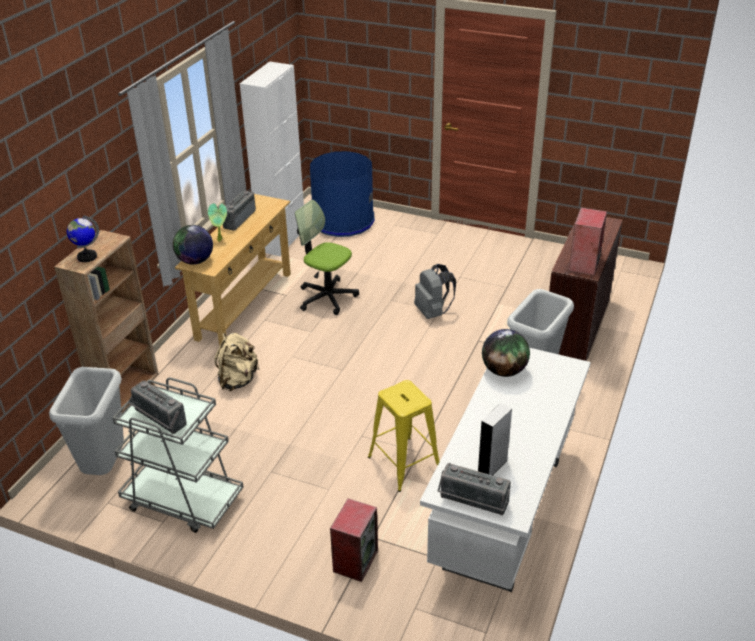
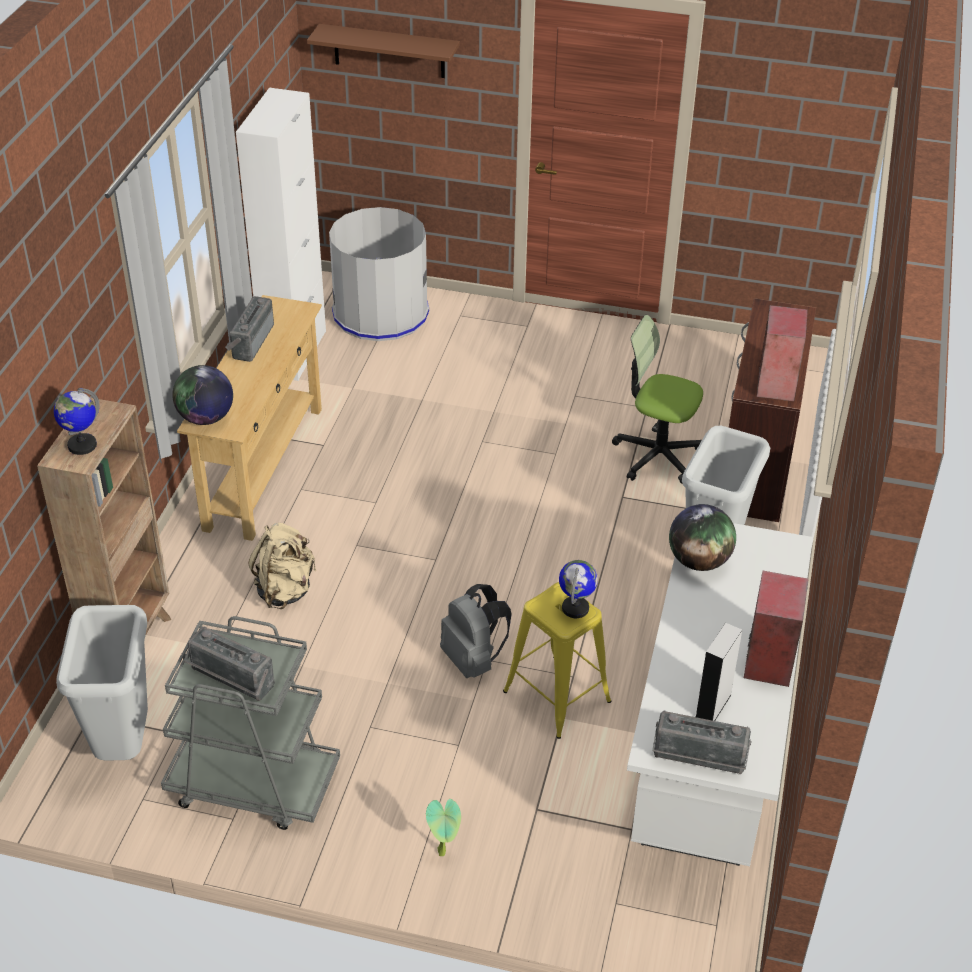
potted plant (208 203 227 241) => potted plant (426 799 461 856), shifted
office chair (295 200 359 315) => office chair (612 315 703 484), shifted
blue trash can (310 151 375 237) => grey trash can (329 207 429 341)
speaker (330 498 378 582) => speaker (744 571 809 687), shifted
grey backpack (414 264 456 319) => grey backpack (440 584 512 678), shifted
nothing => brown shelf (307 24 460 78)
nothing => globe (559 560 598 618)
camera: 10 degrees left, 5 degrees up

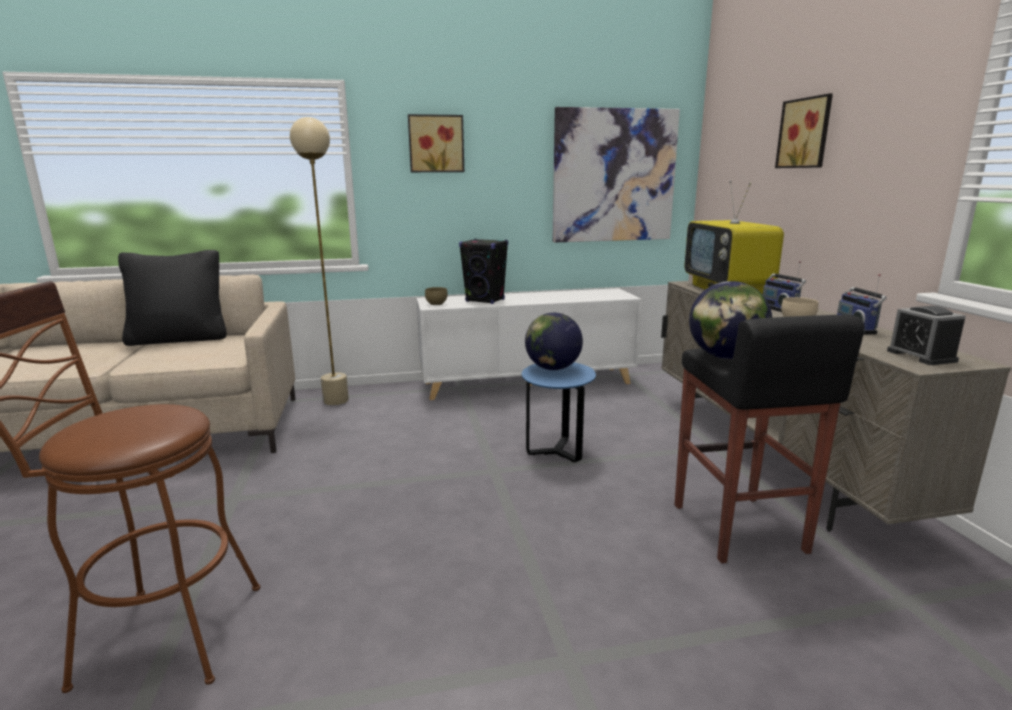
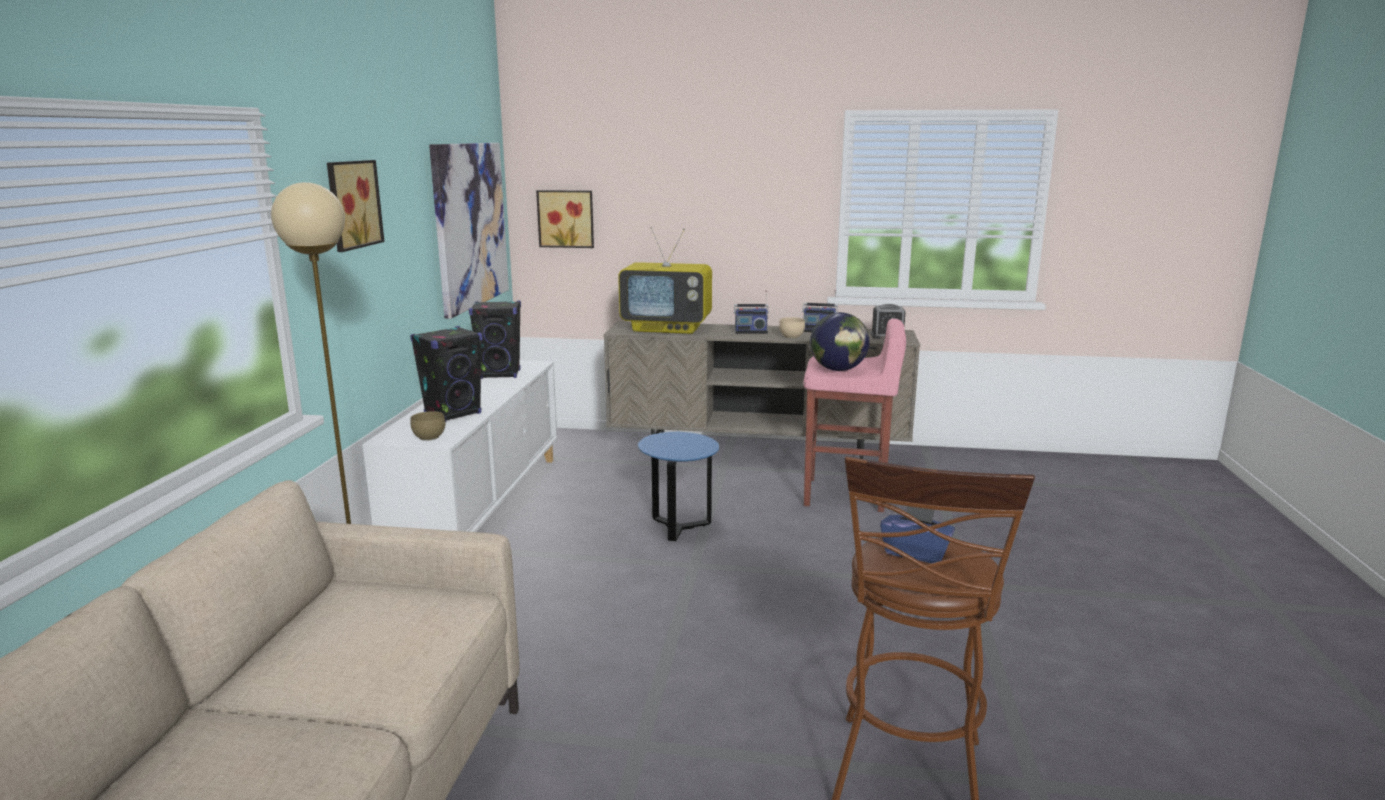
black pillow (118 250 227 346) => nothing
globe (525 312 583 370) => nothing
black stool (674 315 865 563) => pink stool (803 319 906 512)
picture (775 94 833 168) => picture (536 190 594 248), shifted
nothing => black speaker (469 301 521 379)
nothing => blue tissue box (880 506 955 563)
camera: 70 degrees left, 0 degrees up

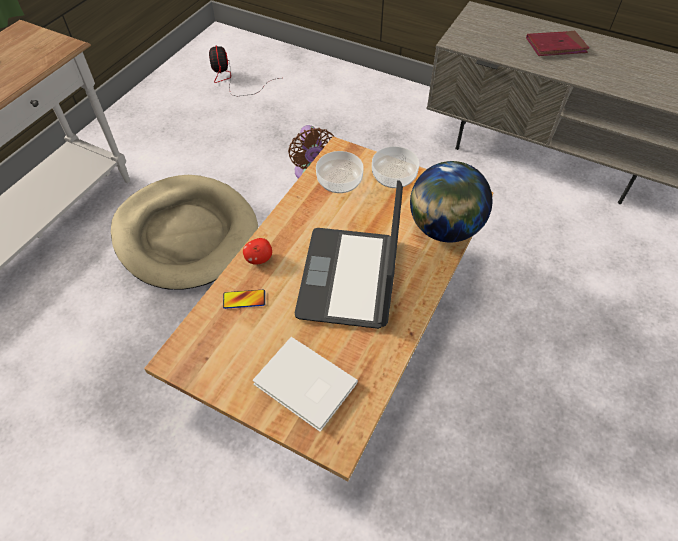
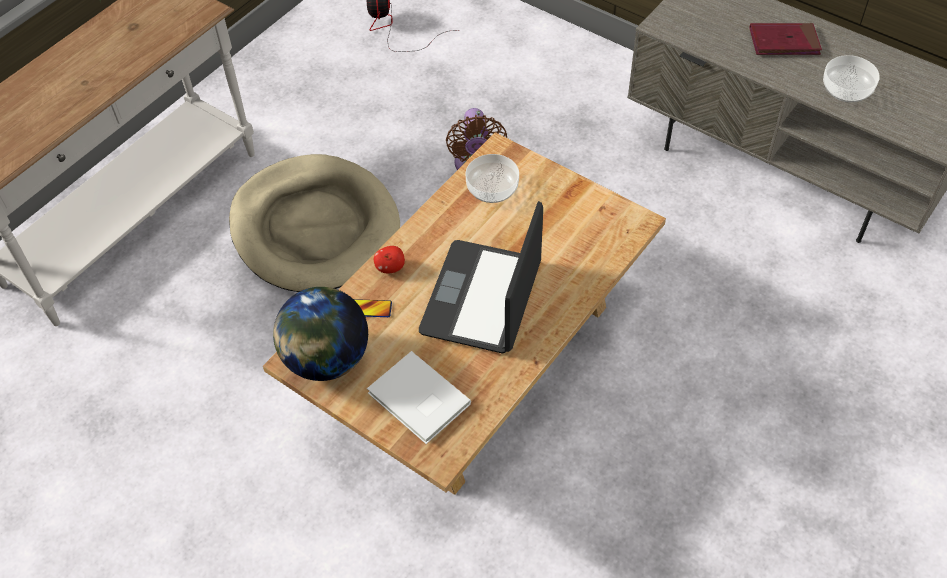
bowl (372 146 419 188) => bowl (823 55 880 102), shifted
globe (410 161 492 242) => globe (273 287 368 381), shifted
camera: 10 degrees right, 0 degrees up

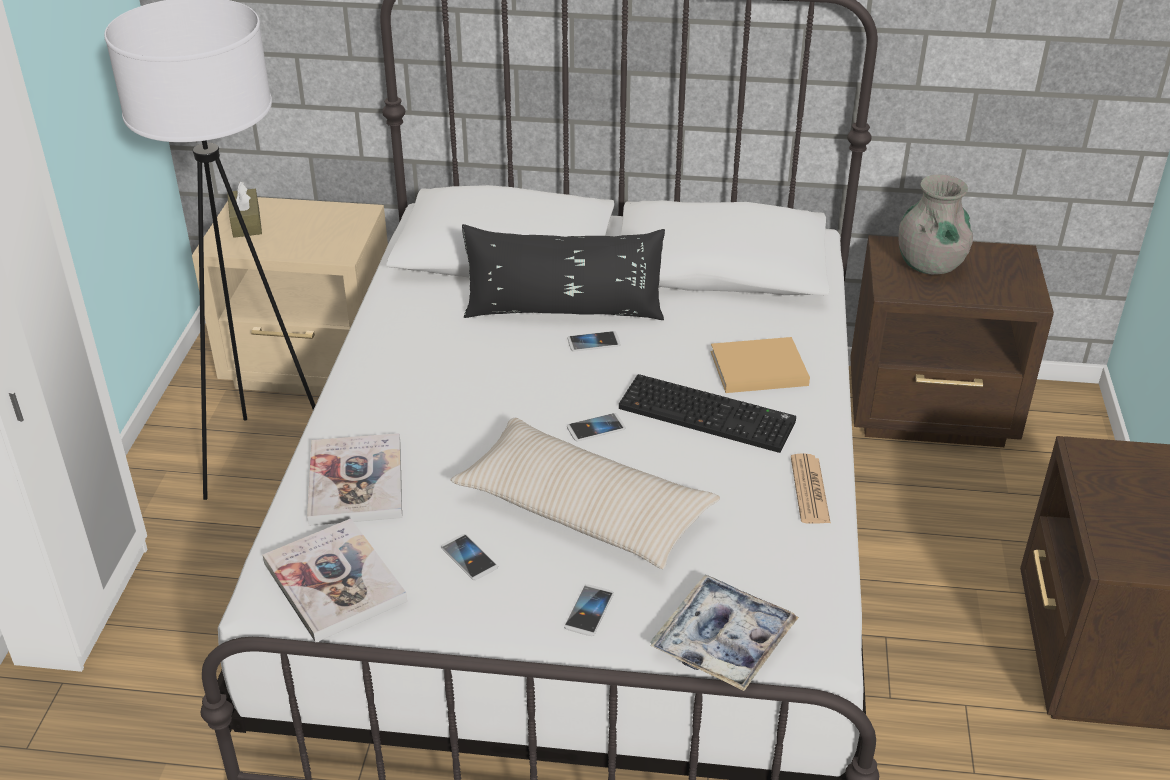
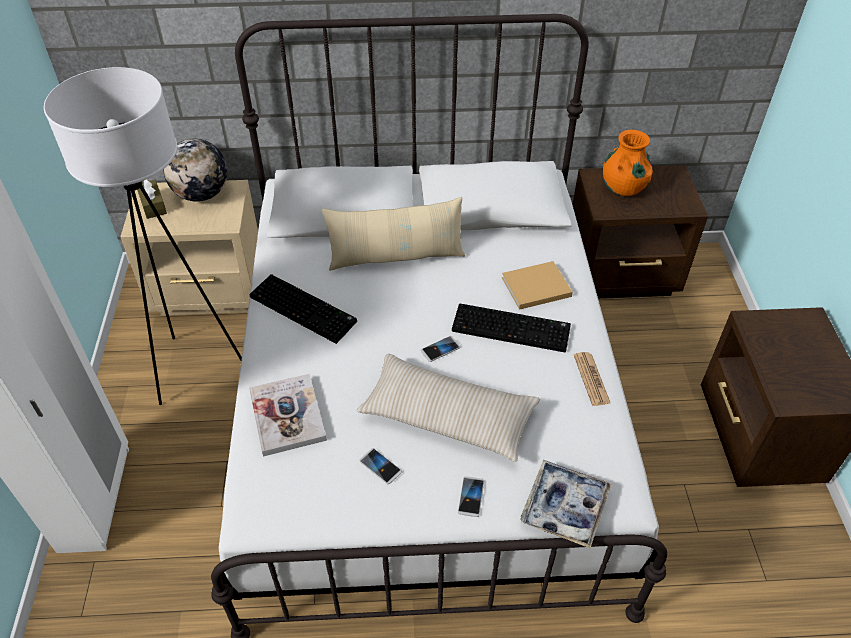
book (262 518 407 643) => nothing
black pillow (462 224 665 320) => beige pillow (322 197 465 271)
phone (567 331 621 351) => nothing
grey vase (898 174 973 275) => orange vase (603 130 653 196)
nothing => globe (163 139 227 202)
nothing => keyboard (249 274 357 344)
camera: 10 degrees left, 10 degrees up

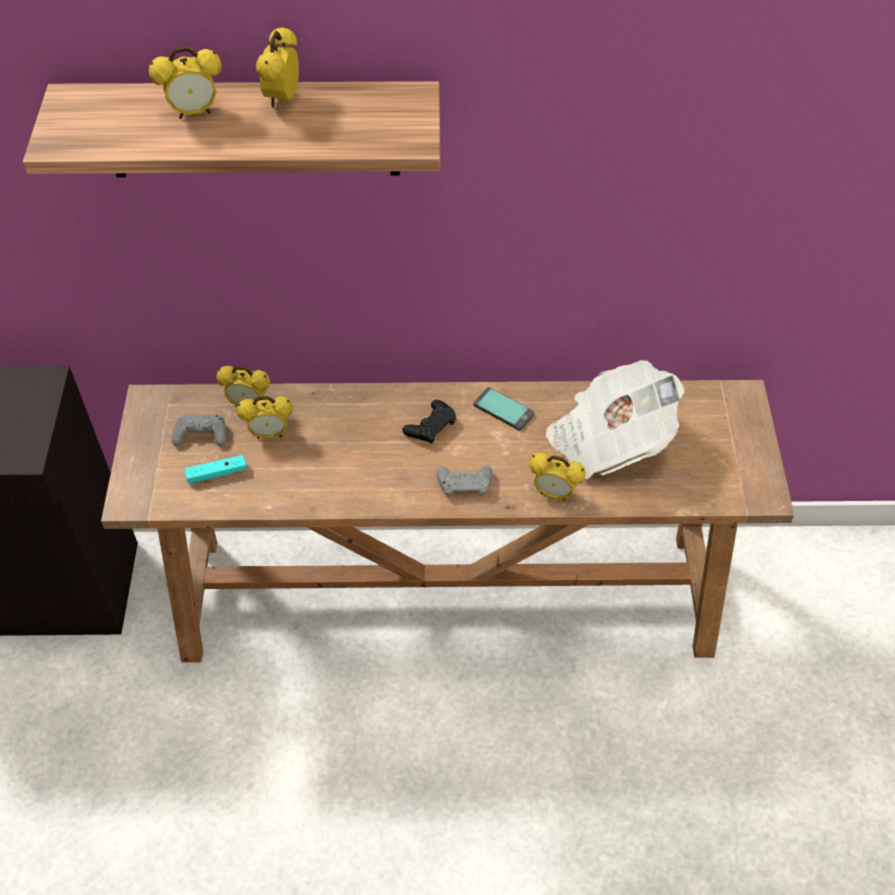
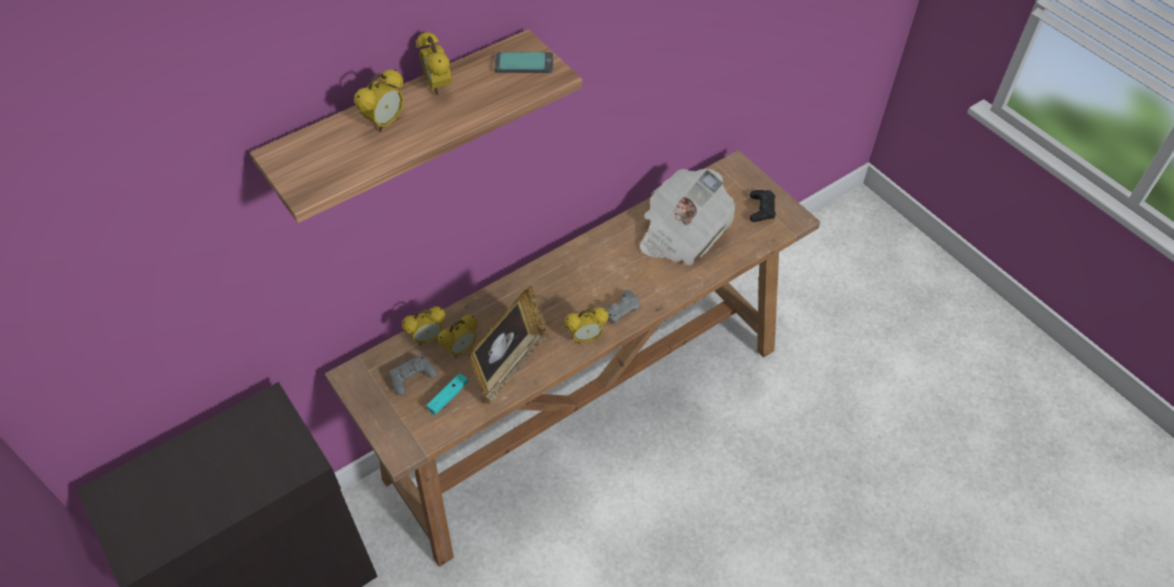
black game controller (402 400 456 444) => black game controller (750 190 776 222), shifted
phone (474 387 534 430) => phone (494 52 553 73), shifted
alarm clock (529 453 586 501) => alarm clock (565 307 609 343), shifted
nothing => picture frame (468 287 549 405)
camera: 35 degrees left, 0 degrees up

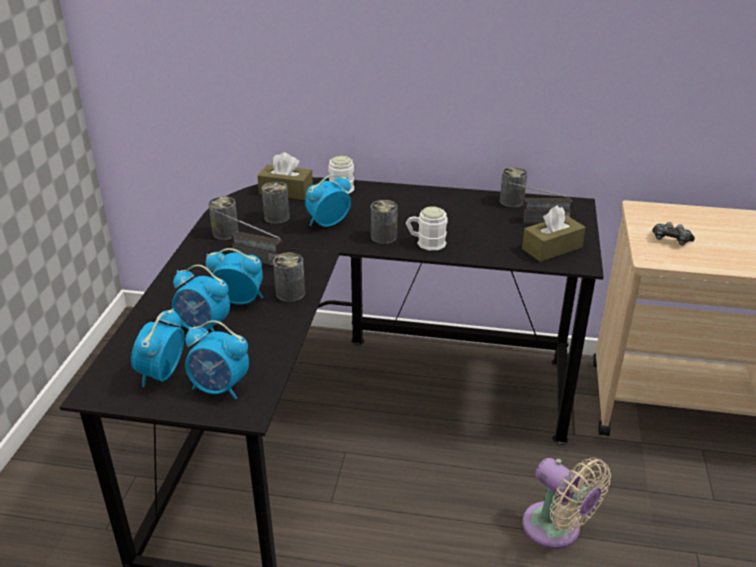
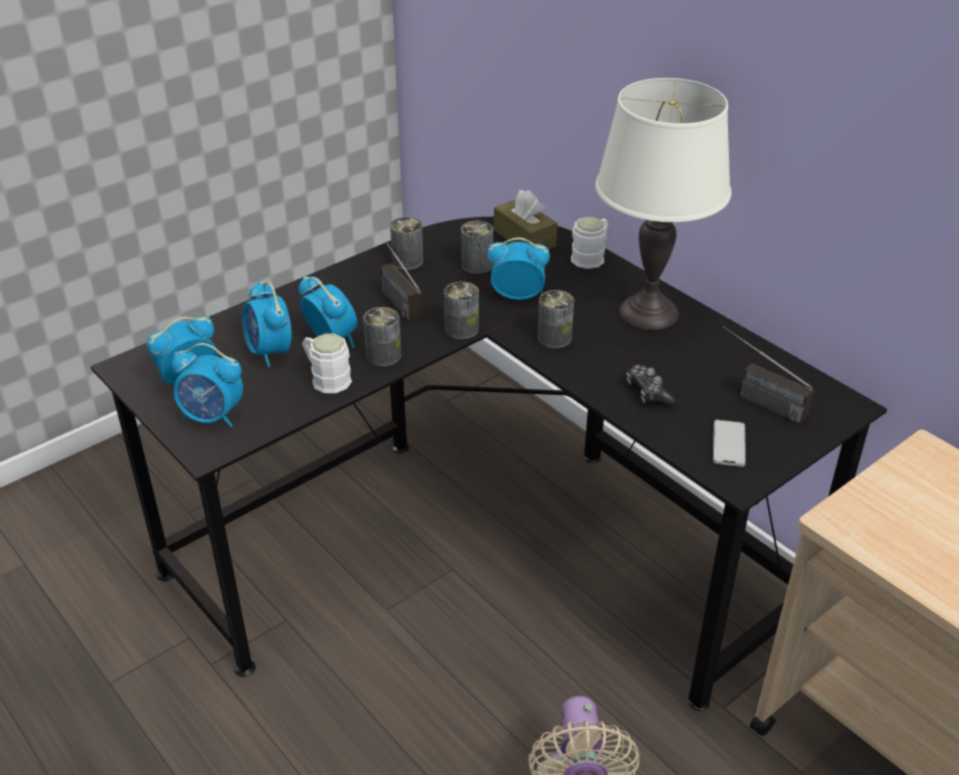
alarm clock (185 320 249 399) => alarm clock (172 343 243 427), 45 degrees counterclockwise
white mug (406 207 448 250) => white mug (302 333 352 393), shifted
can (500 167 527 207) => can (444 282 479 339), shifted
brown tissue box (522 205 586 262) => phone (713 420 746 467)
game controller (652 222 695 245) => game controller (627 365 676 406), shifted
nothing => white table lamp (595 78 731 330)
camera: 40 degrees right, 5 degrees up

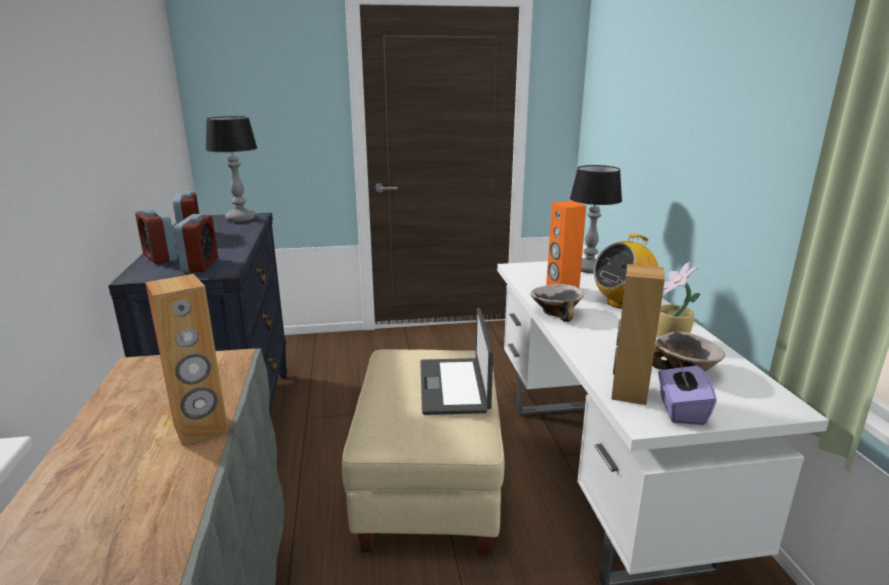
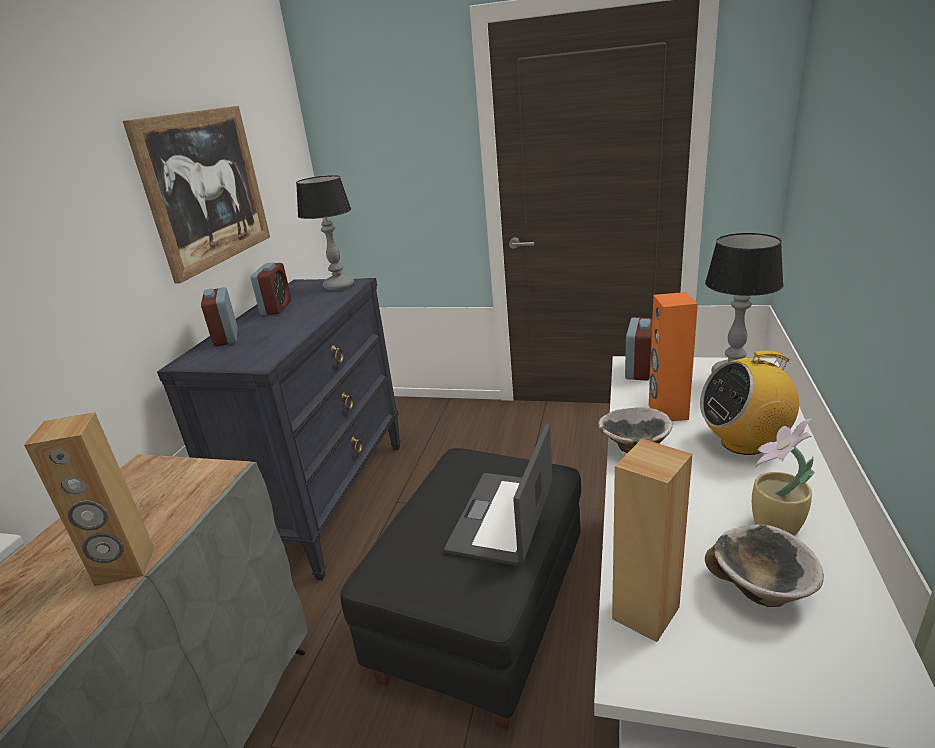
alarm clock (174 214 218 272) => alarm clock (625 318 652 381), shifted
beige ottoman (342 349 505 555) => black ottoman (340 448 581 730)
purple tissue box (658 358 717 425) => nothing
nothing => picture (123 106 270 284)
camera: 25 degrees right, 5 degrees up

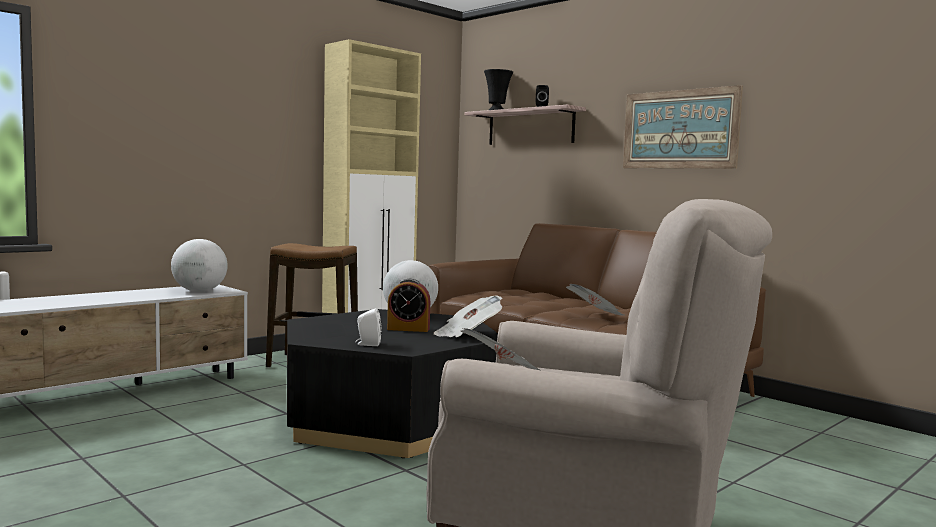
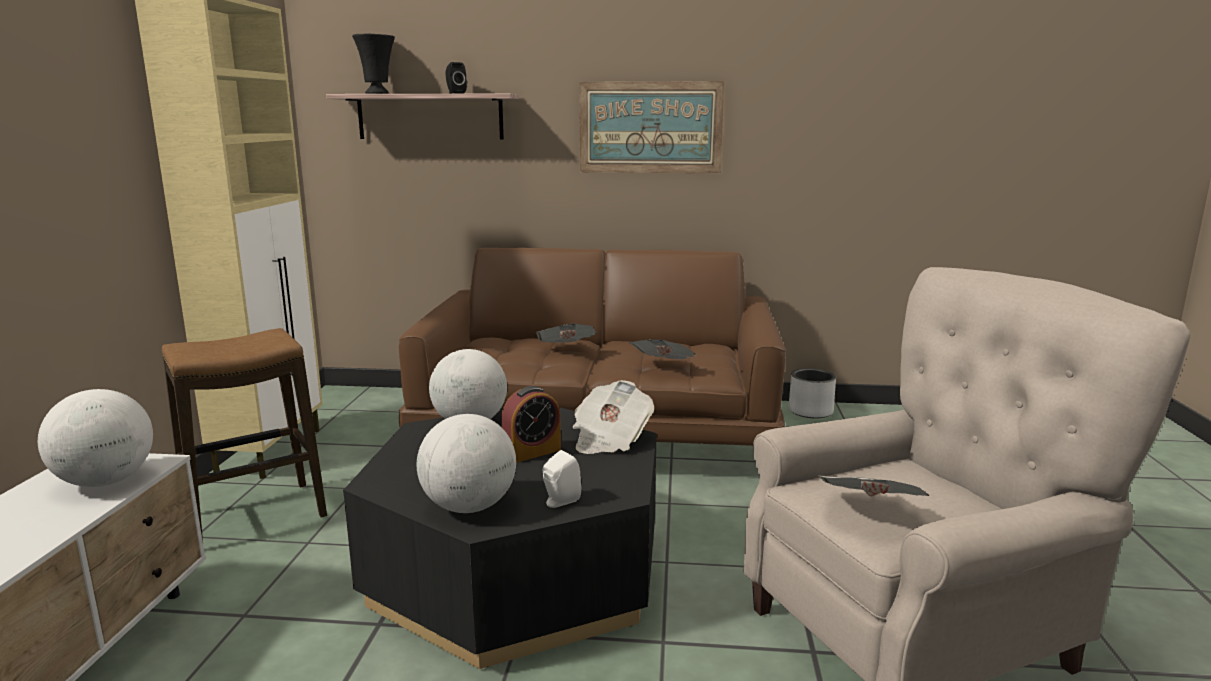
nothing => globe (417 414 516 513)
nothing => newspaper (536 324 597 343)
nothing => grey planter (789 368 836 418)
camera: 40 degrees left, 10 degrees up

